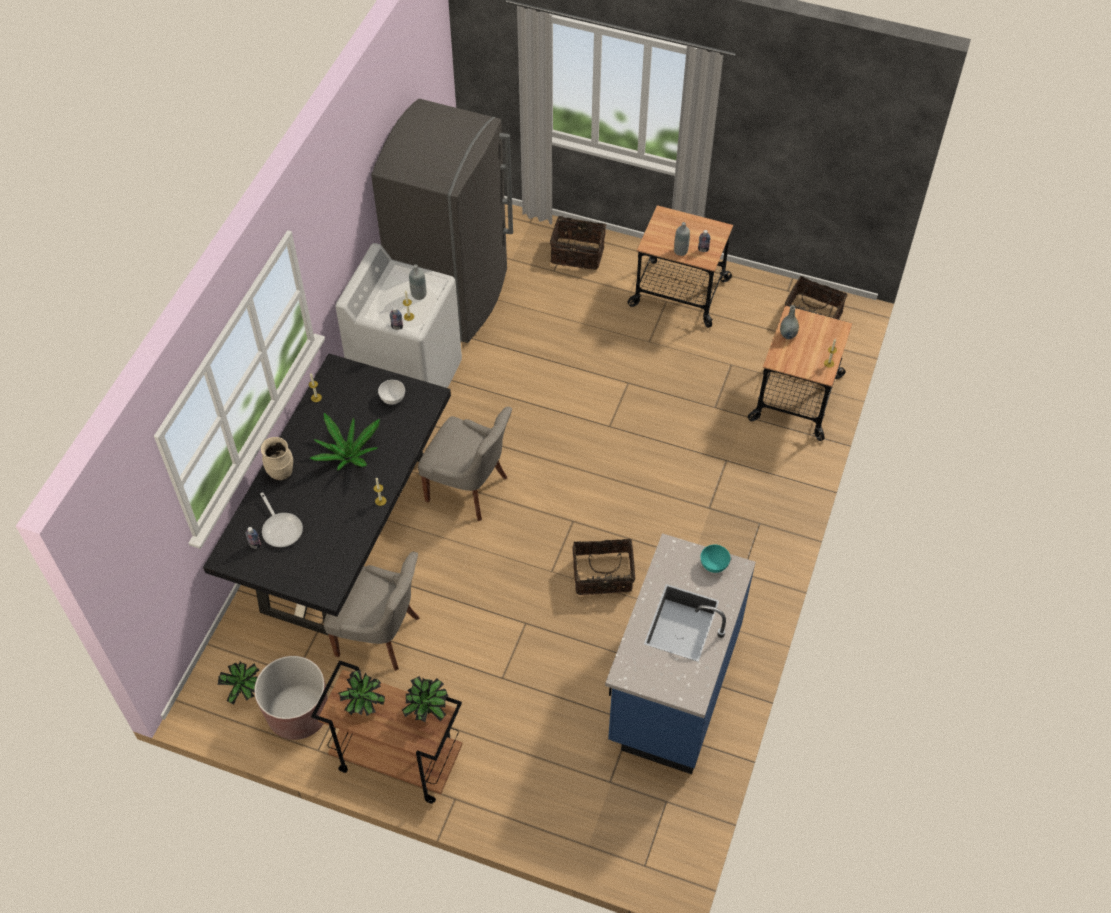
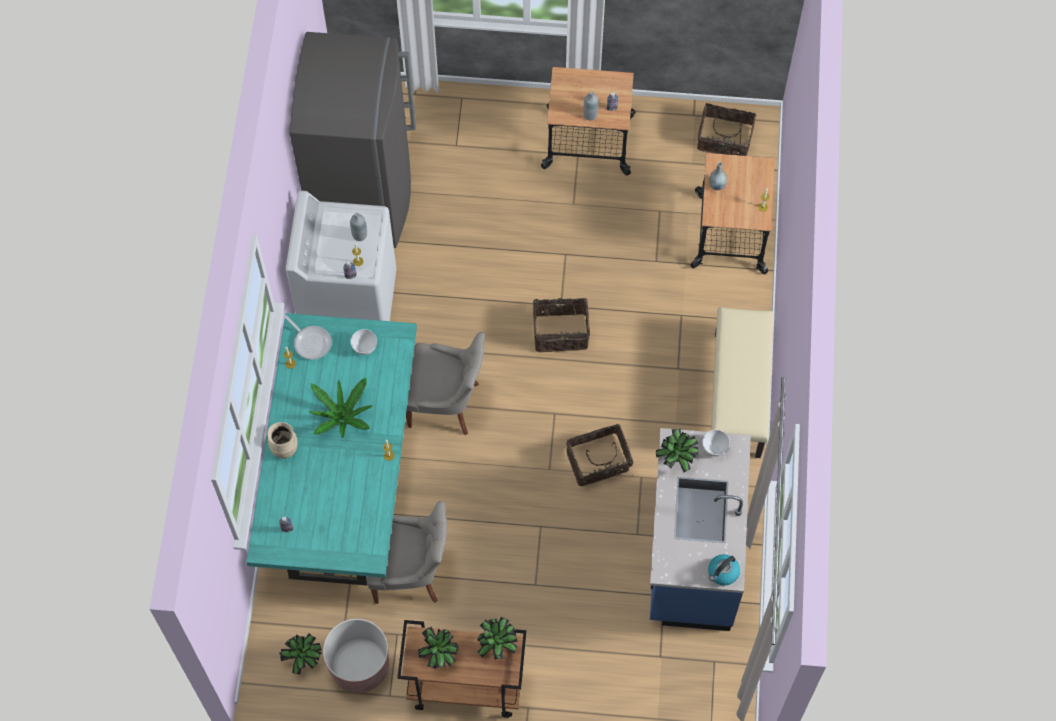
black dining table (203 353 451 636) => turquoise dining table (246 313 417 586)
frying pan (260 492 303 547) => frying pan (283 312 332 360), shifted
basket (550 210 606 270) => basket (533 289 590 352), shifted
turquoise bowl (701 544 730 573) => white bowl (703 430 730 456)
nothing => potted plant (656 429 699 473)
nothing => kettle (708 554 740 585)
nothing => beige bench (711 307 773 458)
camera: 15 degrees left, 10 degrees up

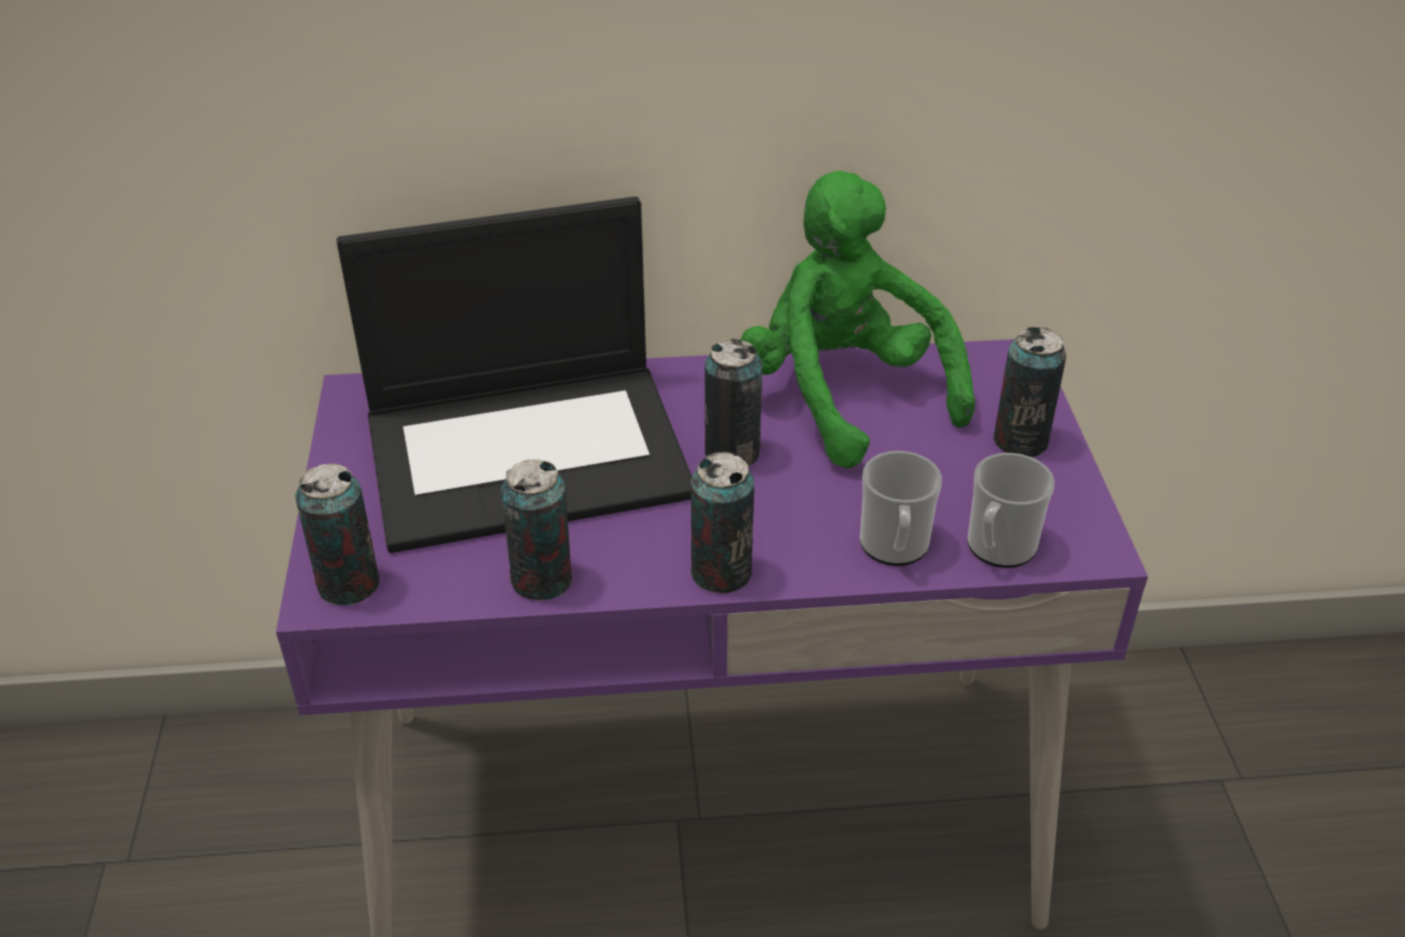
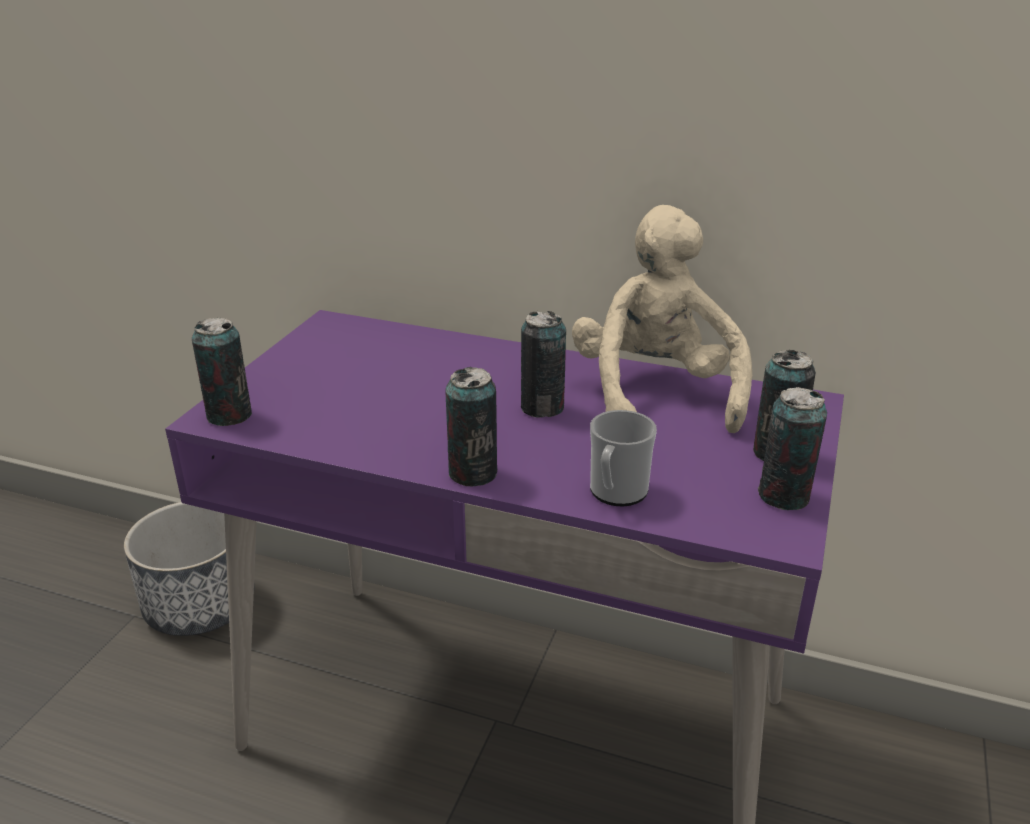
laptop (337 196 692 553) => nothing
can (501 459 572 601) => can (758 387 827 510), shifted
green plush toy (740 171 975 468) => beige plush toy (572 205 752 433)
mug (967 453 1055 568) => nothing
nothing => planter (124 502 229 636)
camera: 25 degrees right, 10 degrees down

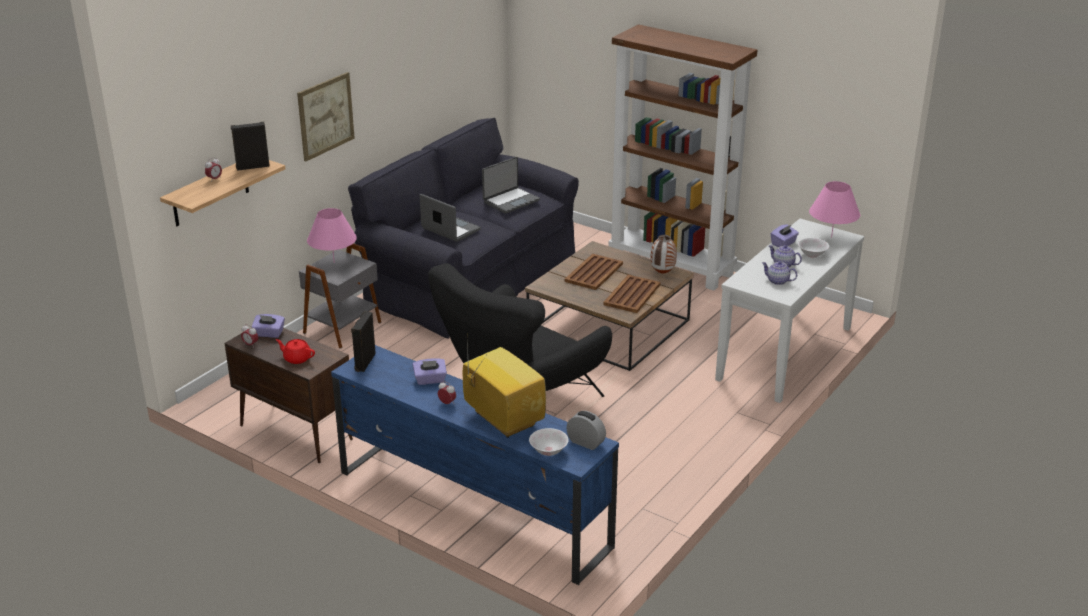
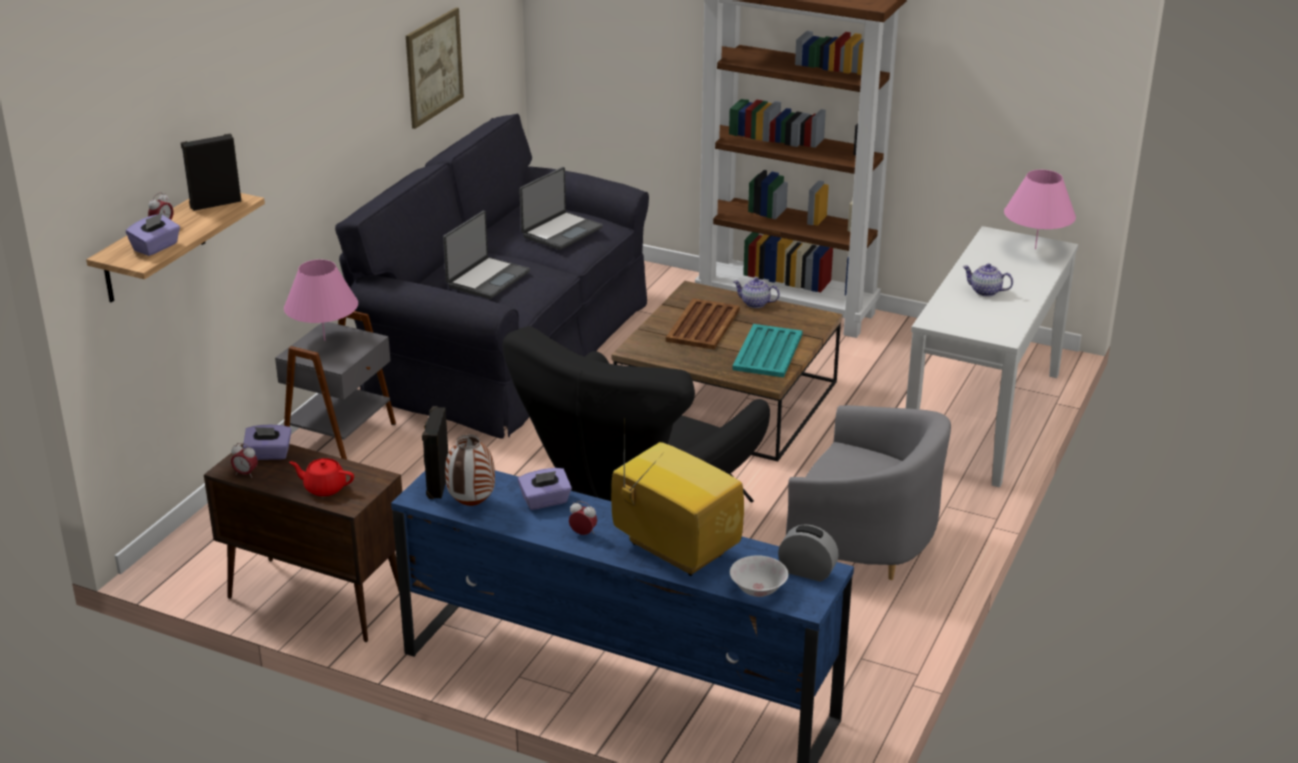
picture (297 72 355 161) => picture (406 7 464 129), shifted
laptop (420 194 481 242) => laptop (443 211 530 299), 90 degrees clockwise
brown tray (603 275 661 313) => turquoise tray (732 324 803 378)
vase (650 235 677 274) => vase (445 434 495 506), shifted
teapot (762 261 797 285) => teapot (733 278 780 308), shifted
purple tissue box (771 224 799 247) => purple tissue box (126 213 180 256), shifted
white bowl (798 238 829 258) => nothing
nothing => grey armchair (786 405 951 580)
camera: 10 degrees left, 0 degrees up

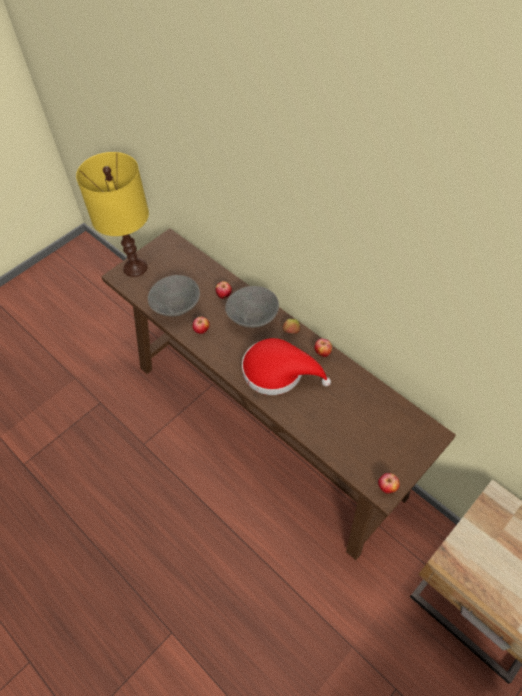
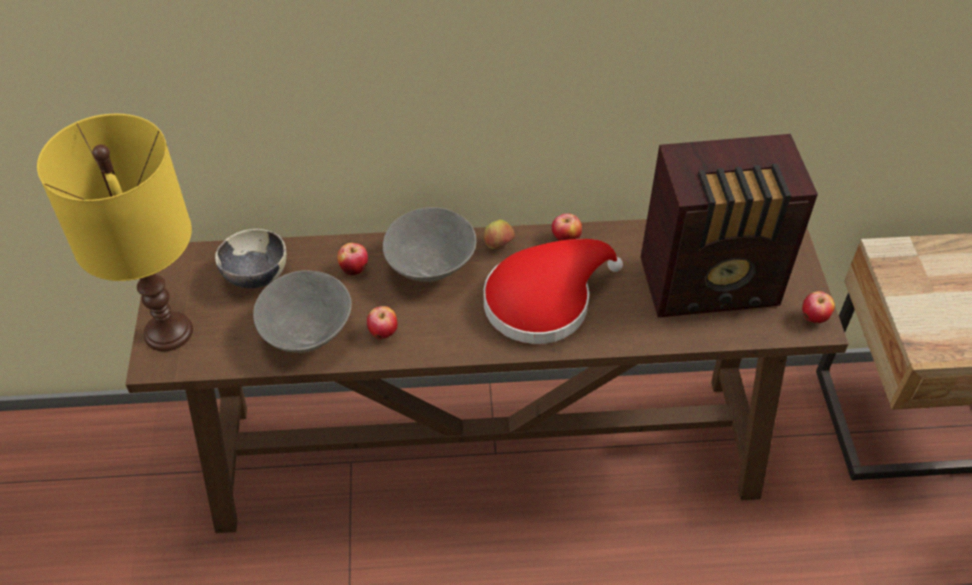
nothing => bowl (215 229 286 289)
nothing => radio (641 134 818 318)
camera: 50 degrees left, 5 degrees down

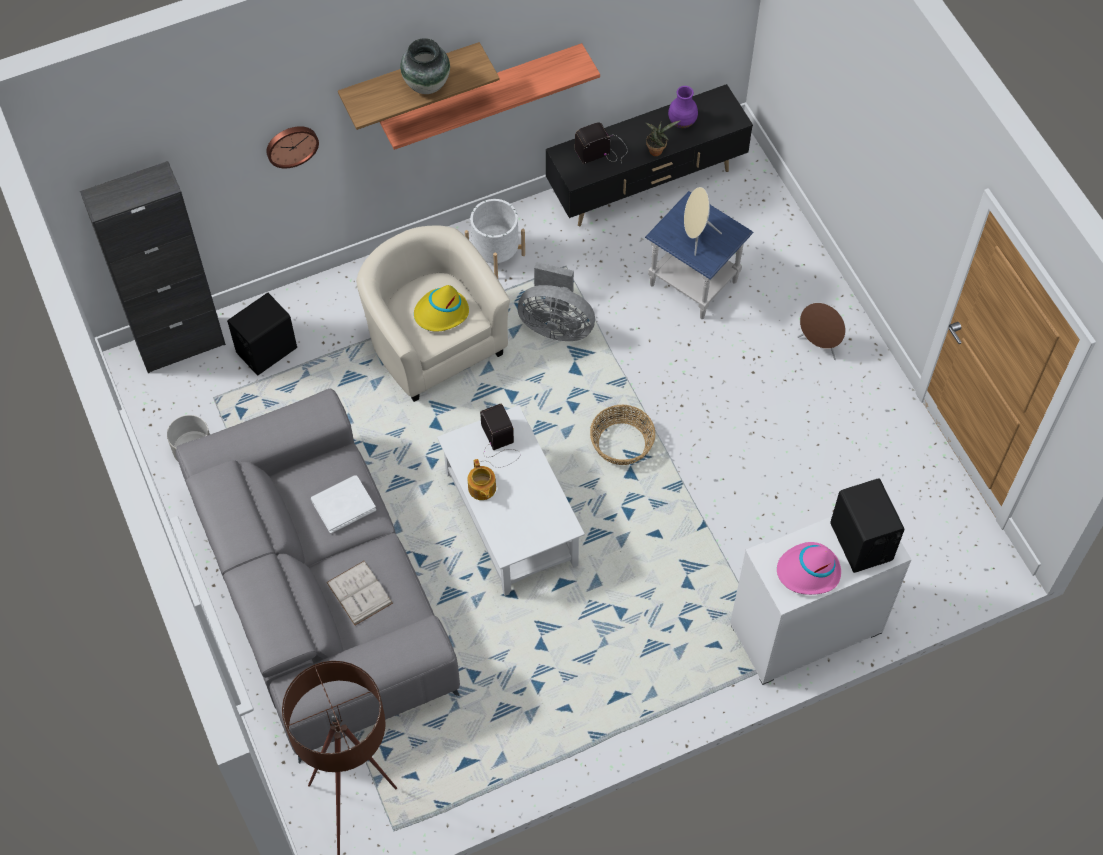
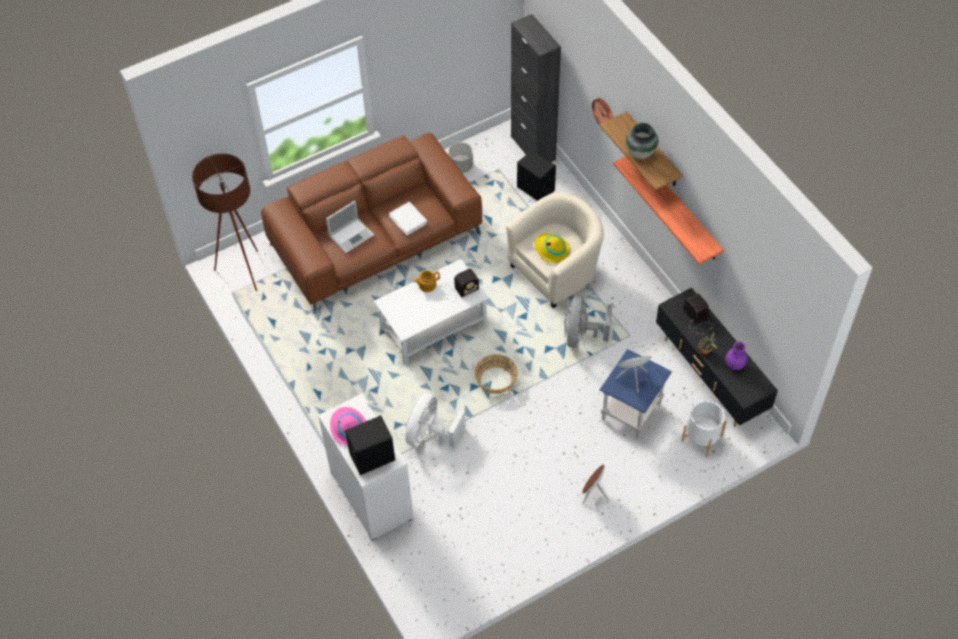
grey sofa (176 389 460 763) => brown sofa (261 133 482 314)
white book (326 561 393 626) => laptop (326 201 374 253)
white planter (465 199 525 279) => white planter (681 400 727 457), shifted
nothing => white fan (405 393 465 448)
camera: 85 degrees right, 5 degrees down

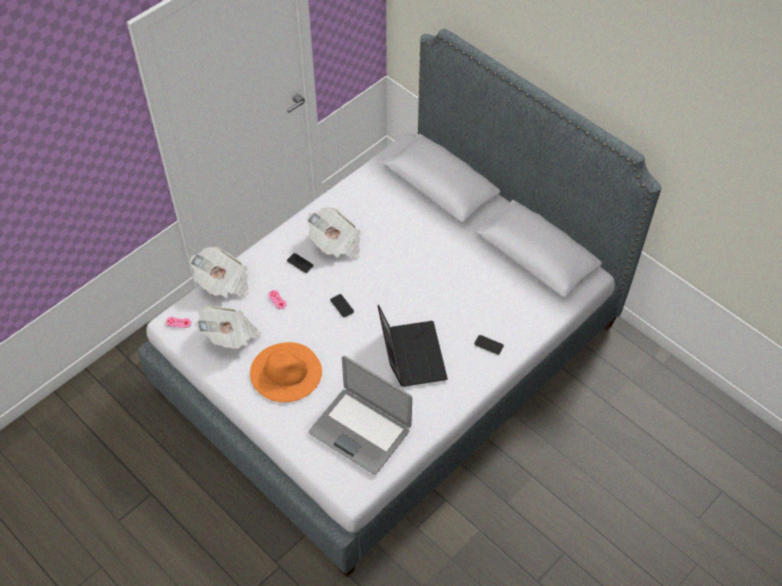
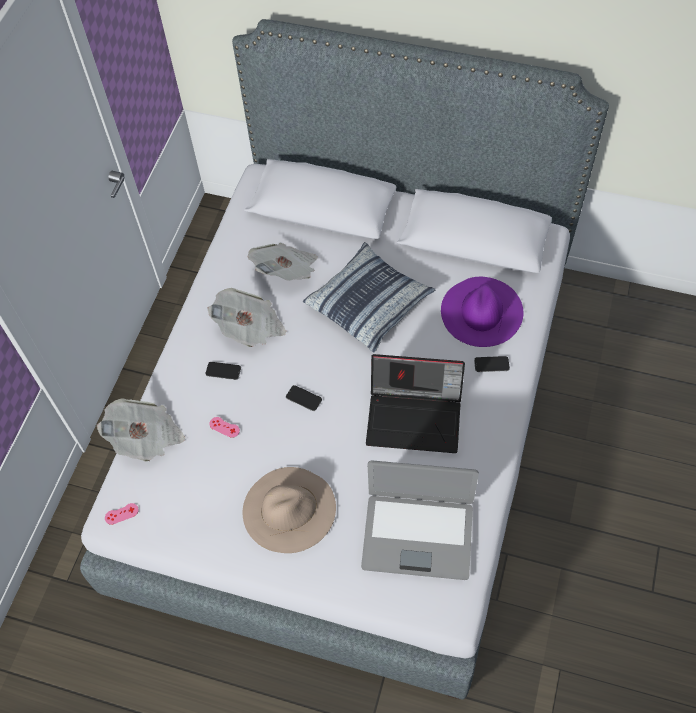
newspaper (195 305 261 350) => newspaper (248 243 318 281), shifted
orange hat (250 342 322 402) => beige hat (243 467 336 553)
laptop (377 304 448 387) => laptop (366 354 465 453), 135 degrees clockwise
nothing => pillow (303 242 436 352)
nothing => purple hat (441 277 523 347)
camera: 25 degrees left, 5 degrees up

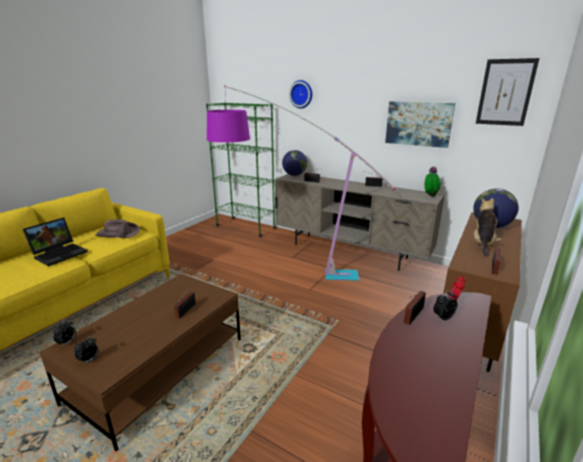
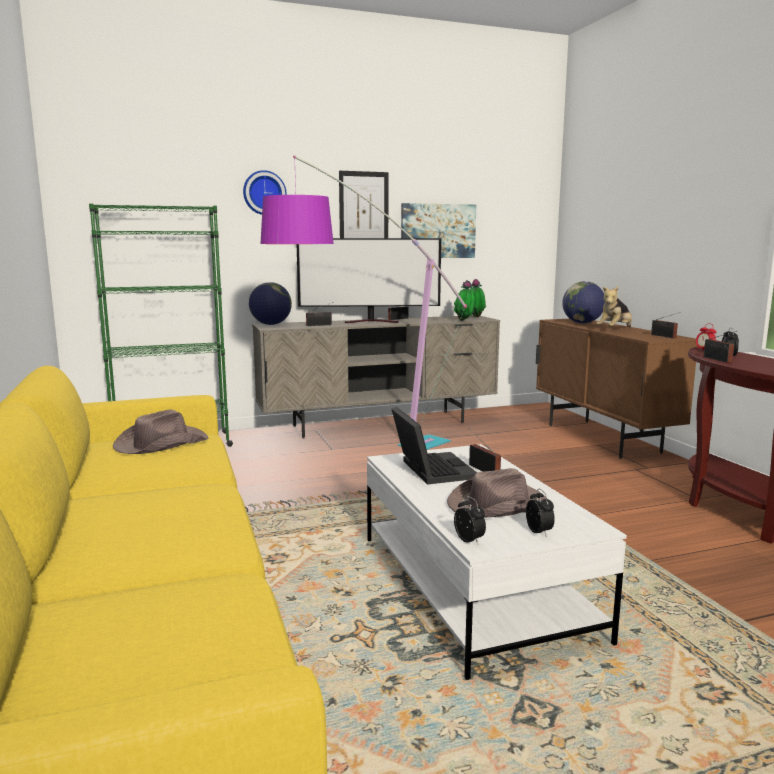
laptop (23 218 88 266) => laptop (392 407 477 485), shifted
brown coffee table (40 274 241 451) => white coffee table (367 444 627 680)
plush toy (474 198 502 257) => plush toy (596 286 632 327), 105 degrees counterclockwise
picture (476 58 539 126) => picture (339 171 388 238), shifted
nothing => television (297 238 441 323)
nothing => brown hat (447 468 546 518)
nothing => potted plant (454 280 475 321)
camera: 50 degrees left, 10 degrees down

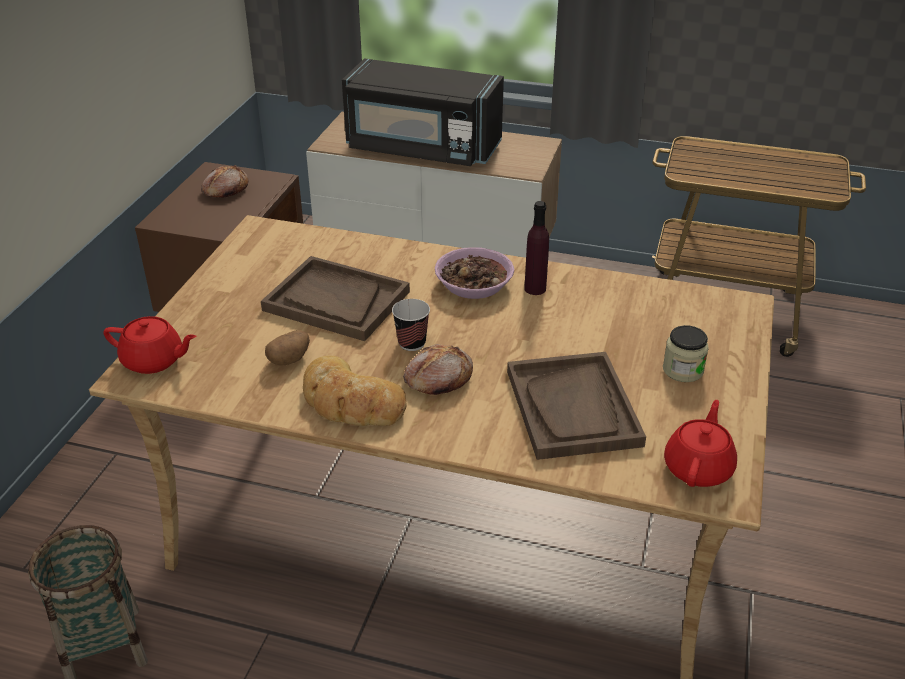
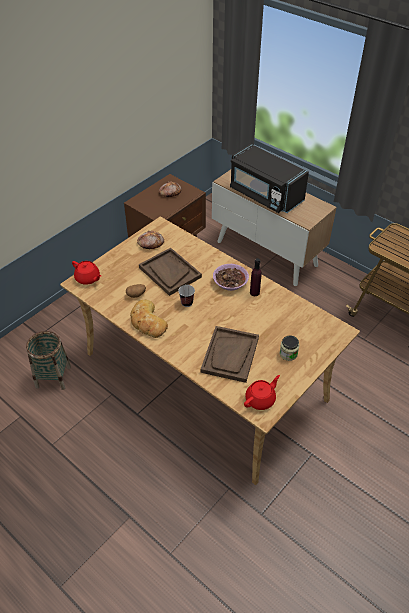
bread (403 344 473 395) => bread (137 231 164 249), shifted
camera: 25 degrees right, 10 degrees up

